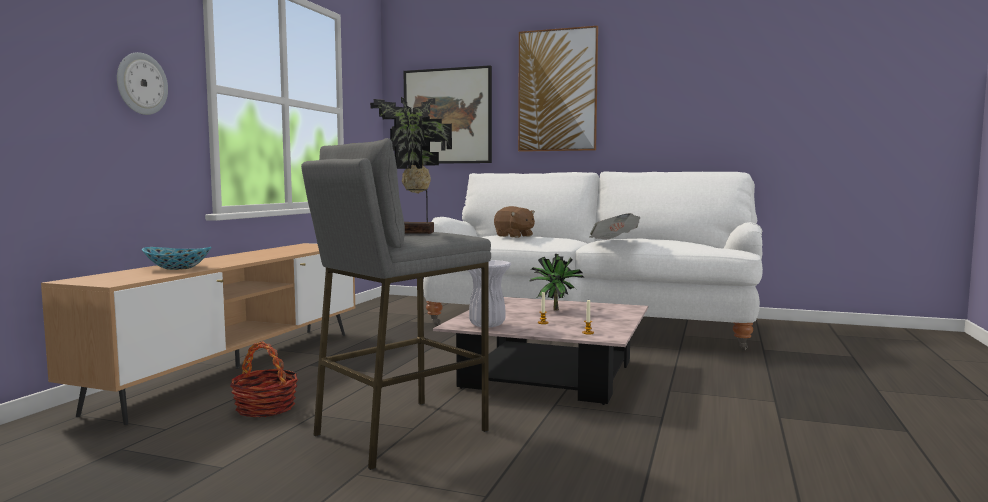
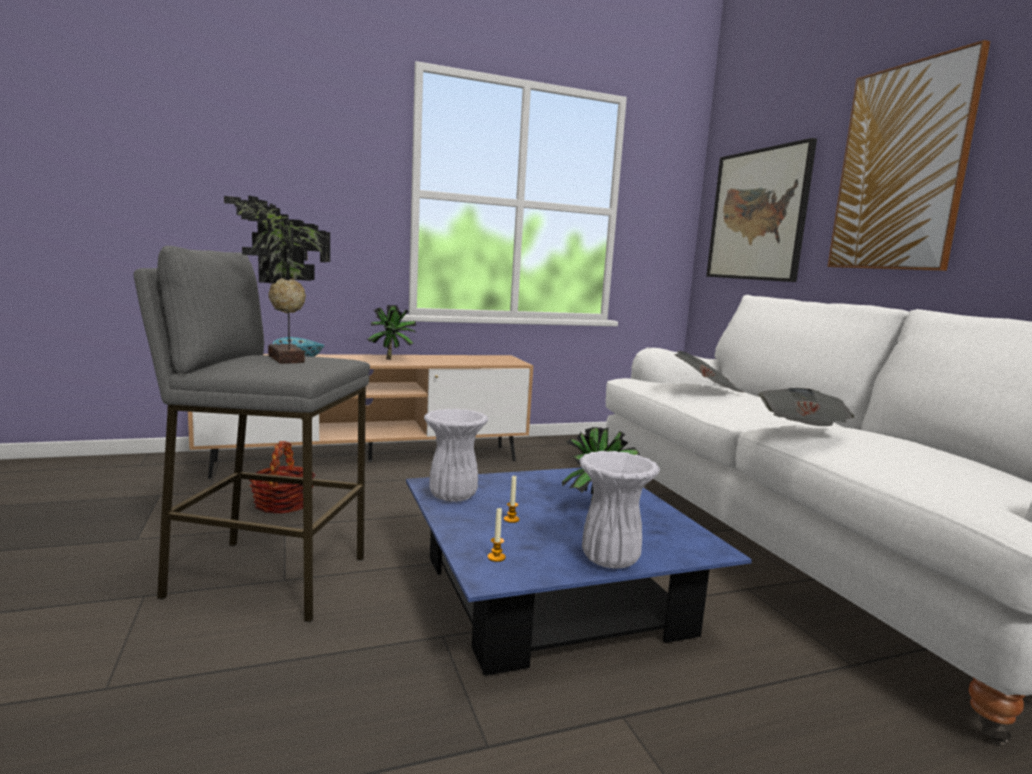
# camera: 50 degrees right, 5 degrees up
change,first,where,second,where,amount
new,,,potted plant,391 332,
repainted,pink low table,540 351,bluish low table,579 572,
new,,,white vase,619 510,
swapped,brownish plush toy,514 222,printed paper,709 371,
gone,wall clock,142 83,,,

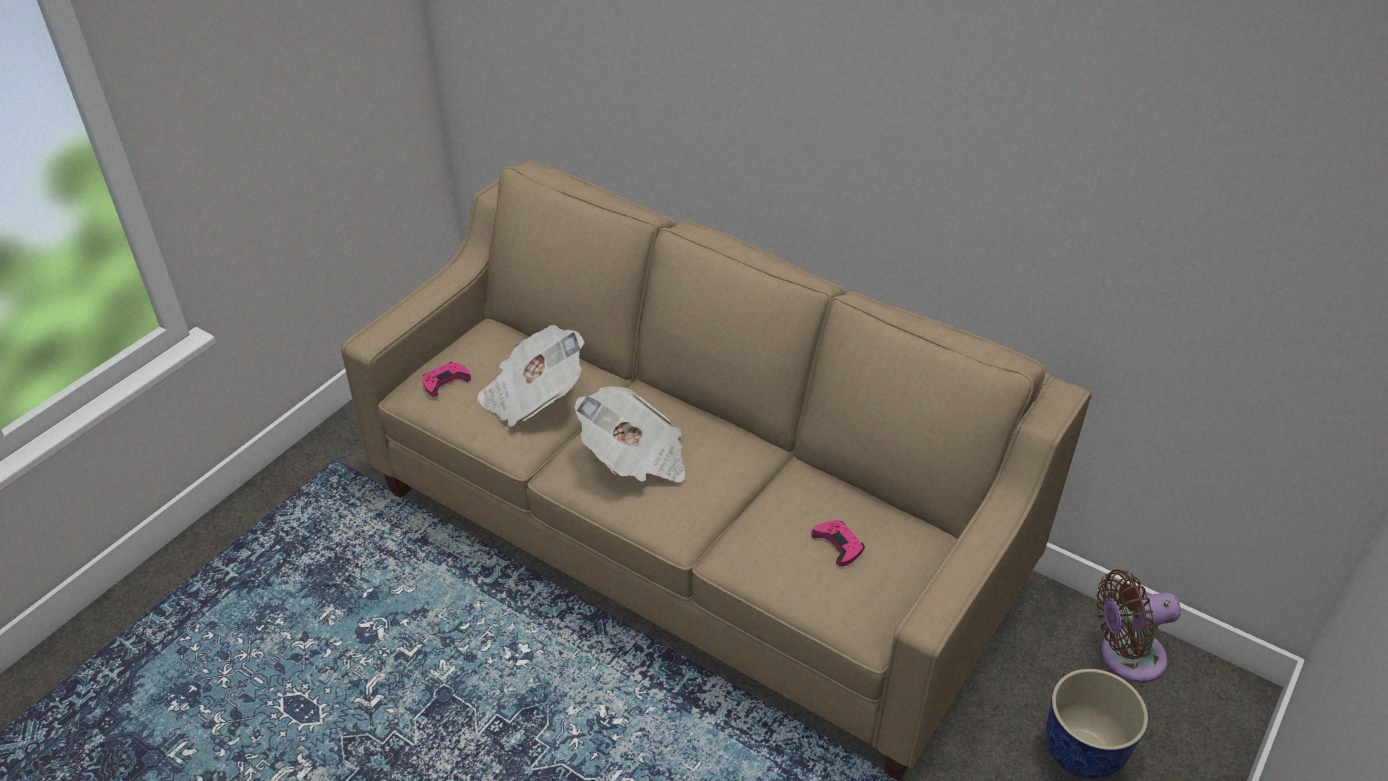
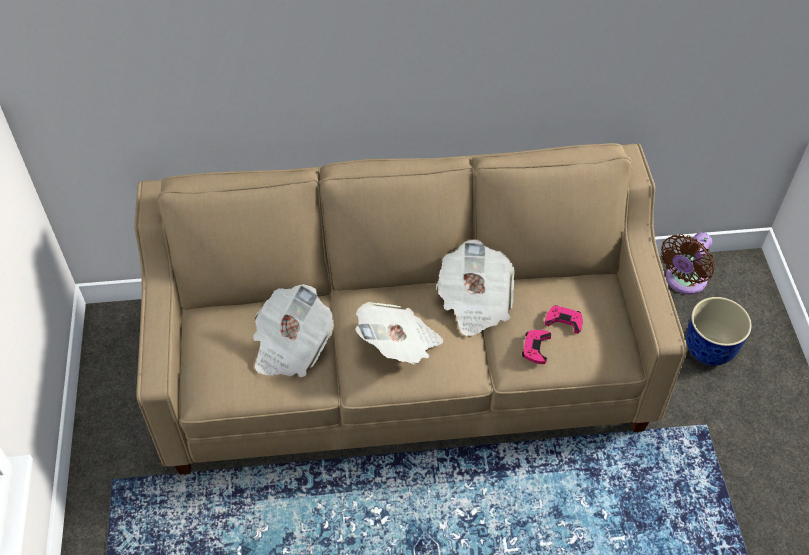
# camera: 40 degrees left, 10 degrees up
change,first,where,second,where,amount
new,,,printed paper,475 288,
shifted,pink gamepad,446 379,,536 347,

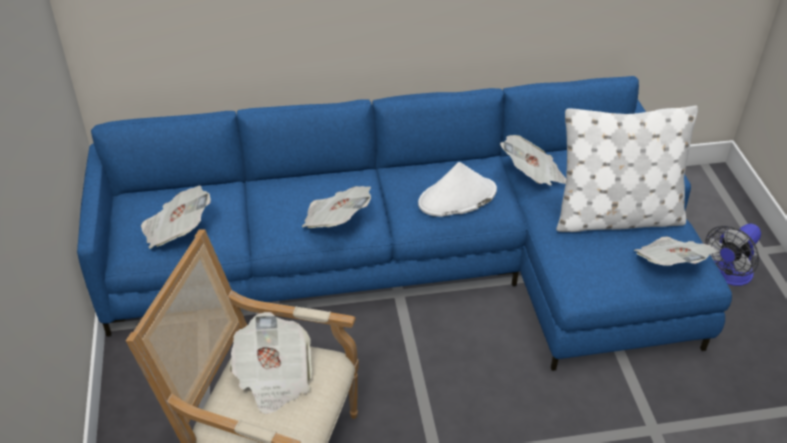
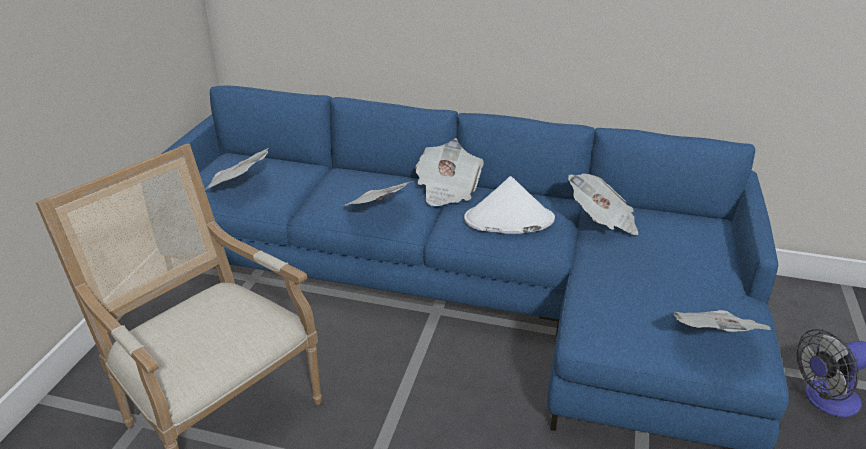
# camera: 25 degrees right, 10 degrees down
change,first,where,second,where,amount
shifted,printed paper,270 363,,449 172,
gone,white pillow,627 169,,,

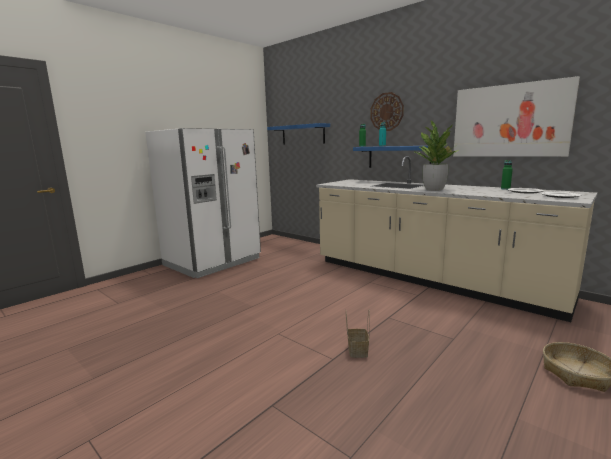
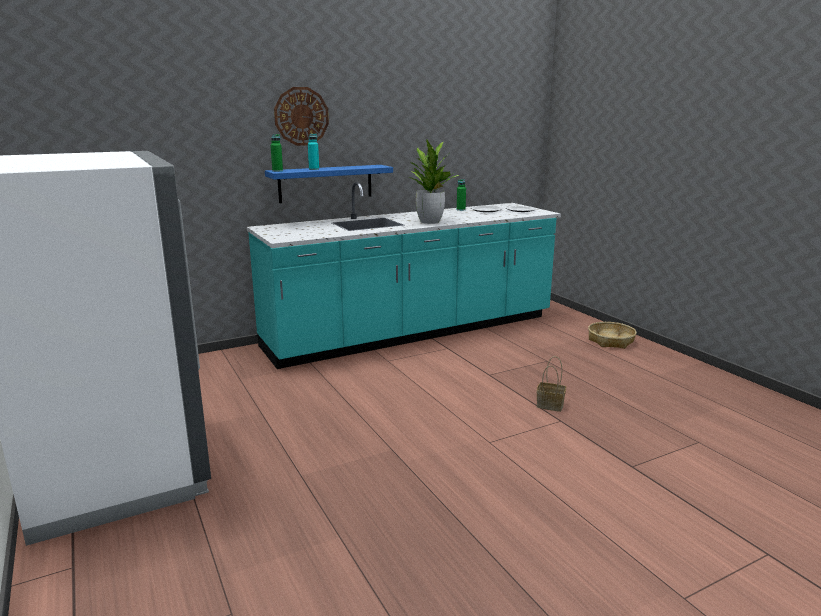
# camera: 70 degrees left, 5 degrees up
change,first,where,second,where,amount
repainted,sand-coloured kitchen base unit,456 239,turquoise kitchen base unit,404 275,
gone,bluish shelf,298 134,,,
gone,wall picture,516 116,,,

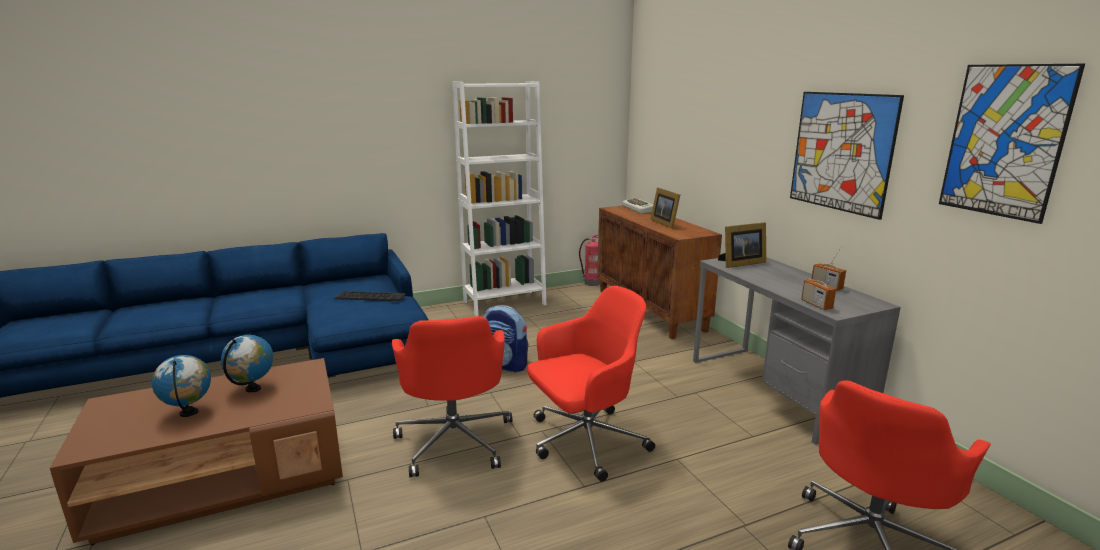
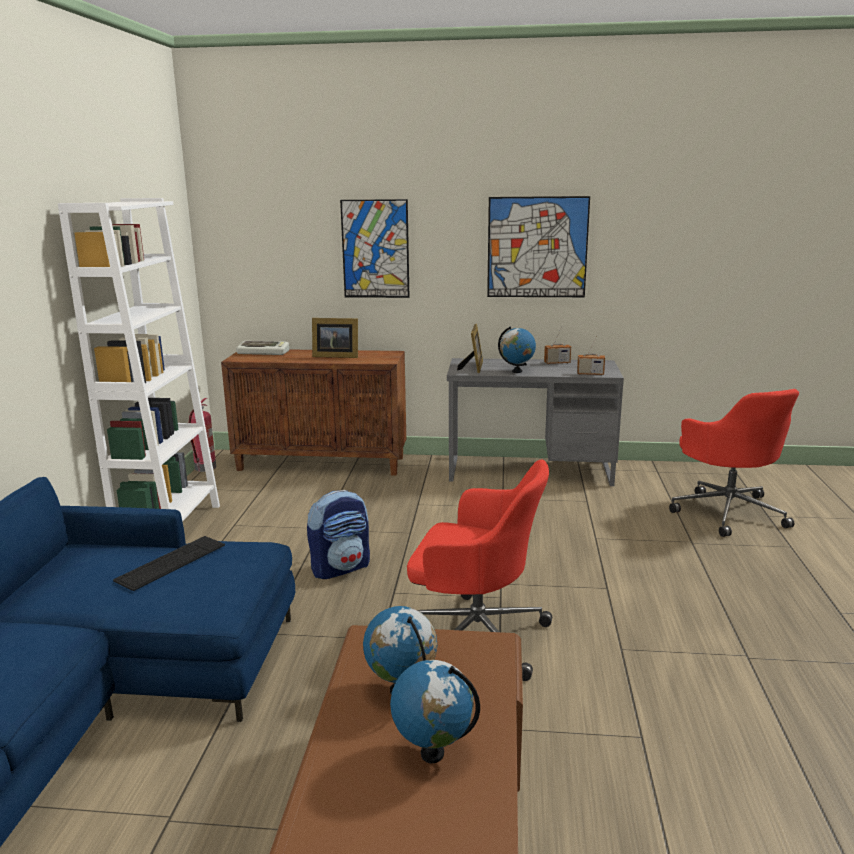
# camera: 60 degrees left, 0 degrees up
change,first,where,second,where,amount
shifted,wall picture,1012 144,,374 248,
new,,,globe,517 349,
gone,red-coloured desk chair,591 384,,,

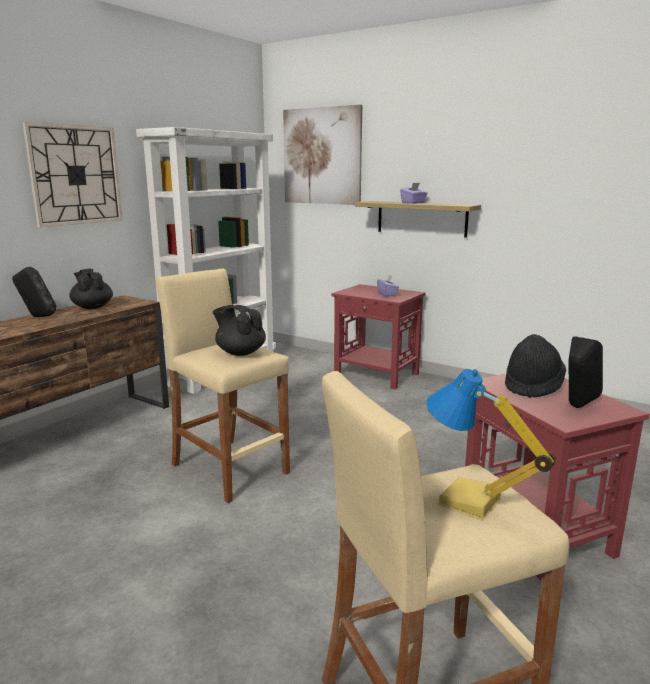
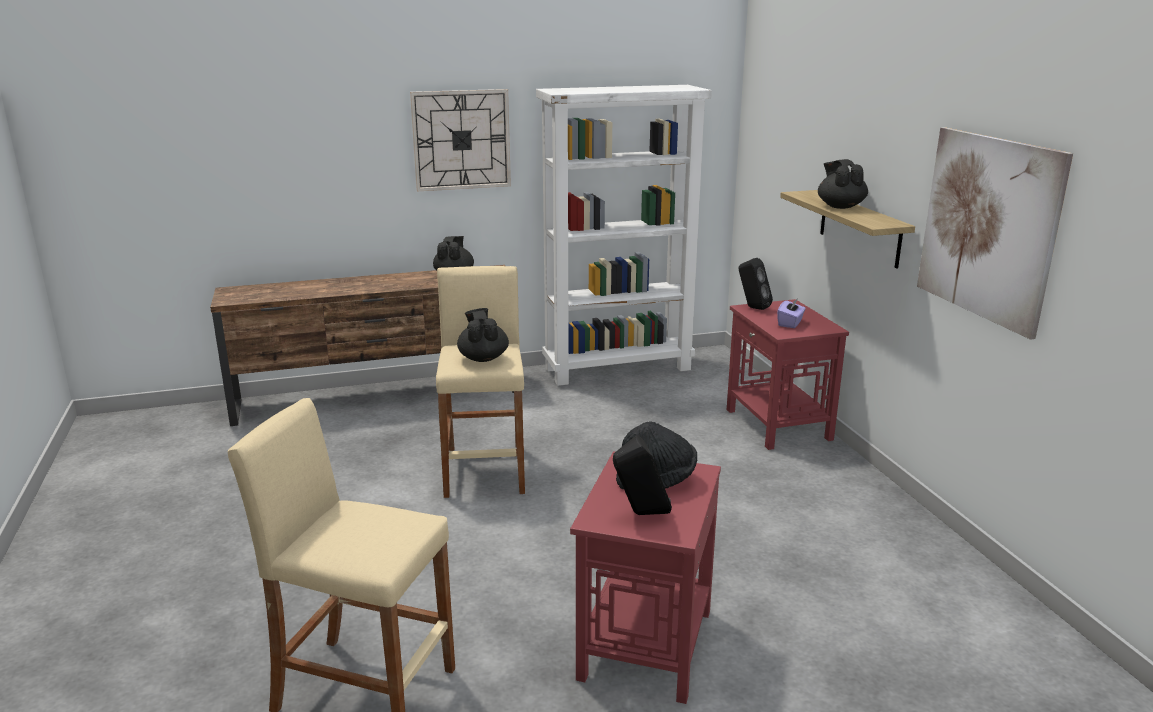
# camera: 40 degrees right, 5 degrees up
change,first,where,second,where,amount
shifted,blackish audio speaker,34 292,,756 284,
swapped,purple-coloured tissue holder,413 193,blackish teapot,843 184,
shifted,wall picture,322 155,,995 233,
gone,table lamp,491 445,,,

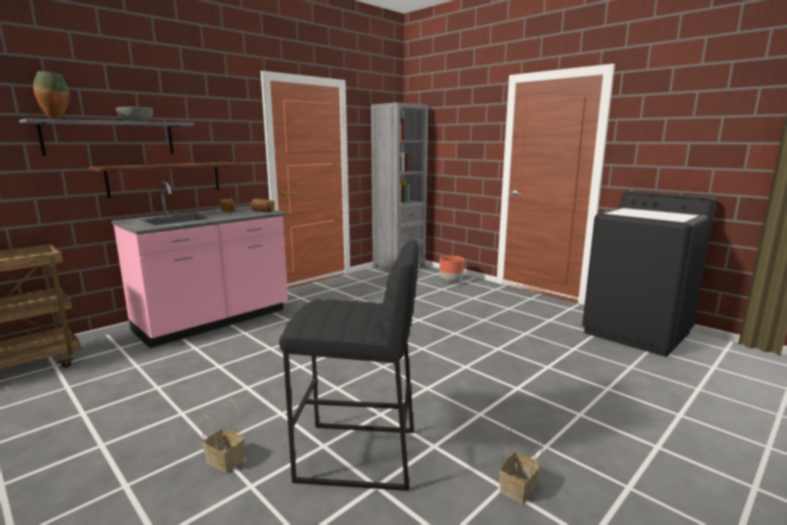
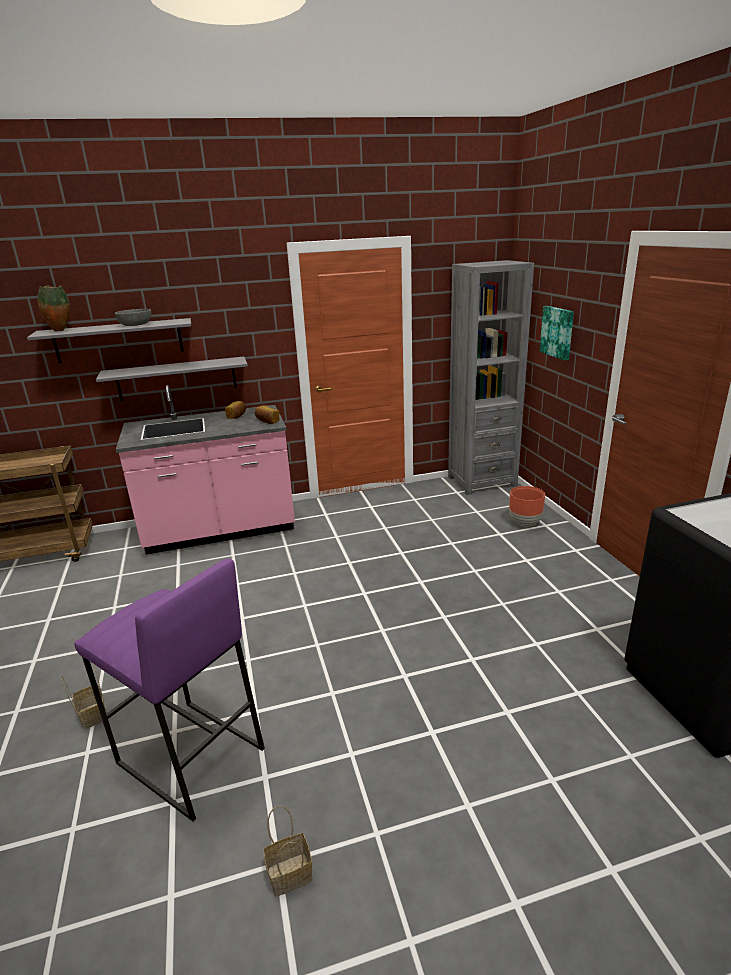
# camera: 30 degrees right, 10 degrees up
change,first,where,second,where,amount
repainted,blackish sitting stool,349 365,purple-coloured sitting stool,170 690,
repainted,brownish shelf,164 180,greyish shelf,172 379,
new,,,wall picture,556 333,

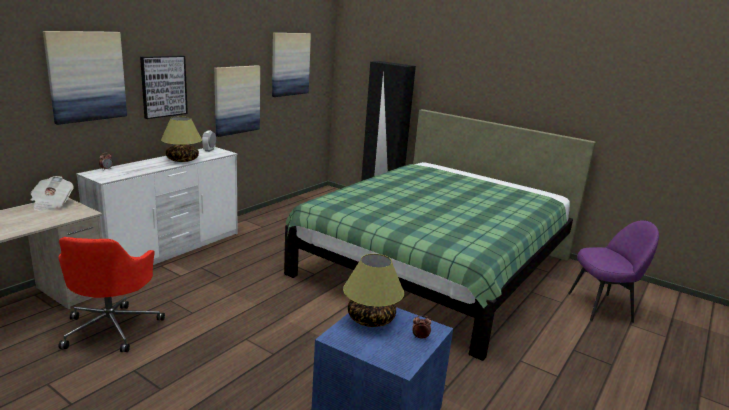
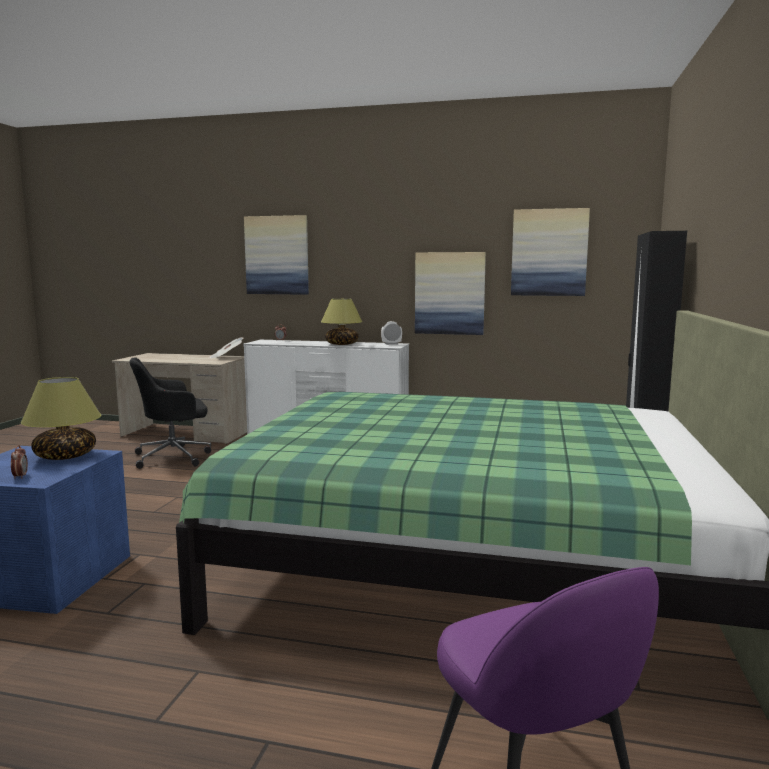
# camera: 70 degrees right, 10 degrees down
change,first,where,second,where,amount
repainted,red-coloured desk chair,111 294,blackish desk chair,170 413,
gone,wall picture,164 87,,,

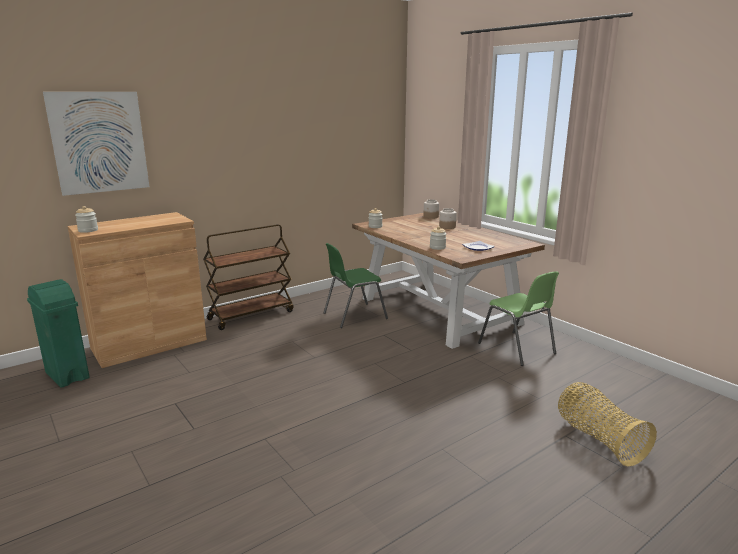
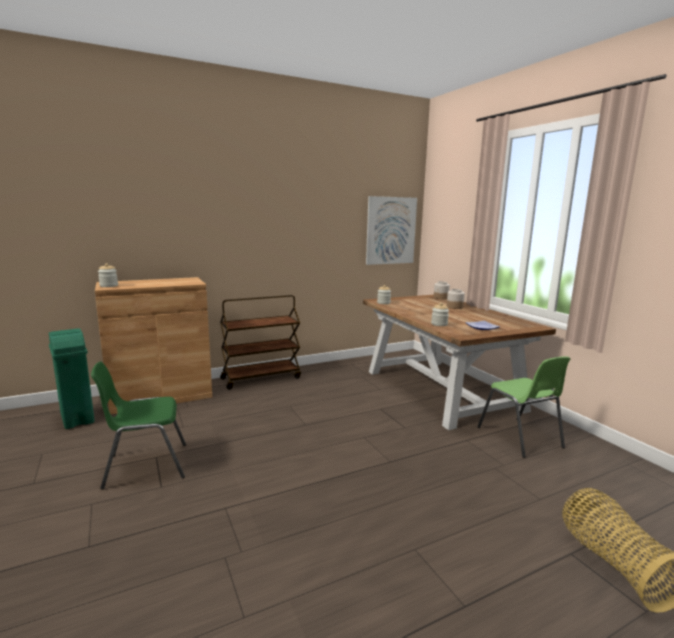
# camera: 10 degrees right, 5 degrees down
change,first,where,second,where,amount
shifted,green upright chair,356 285,,138 425,
shifted,wall picture,96 144,,391 230,

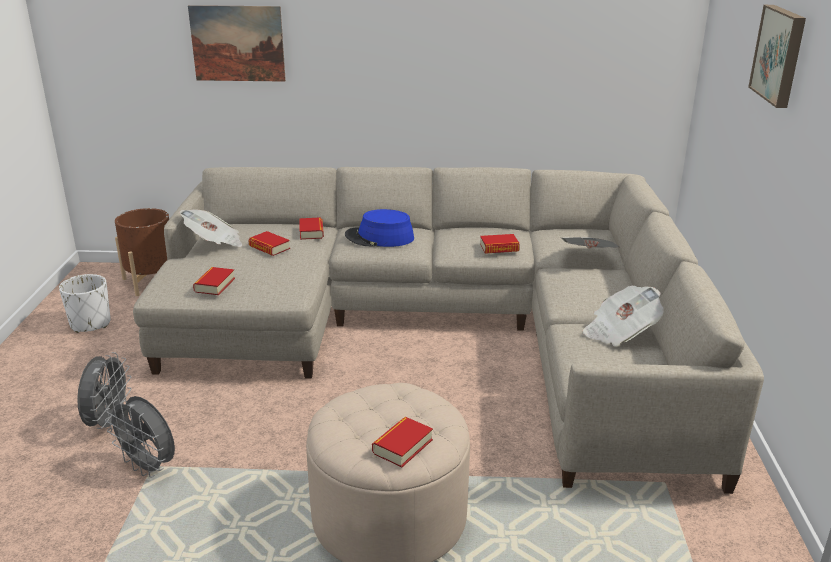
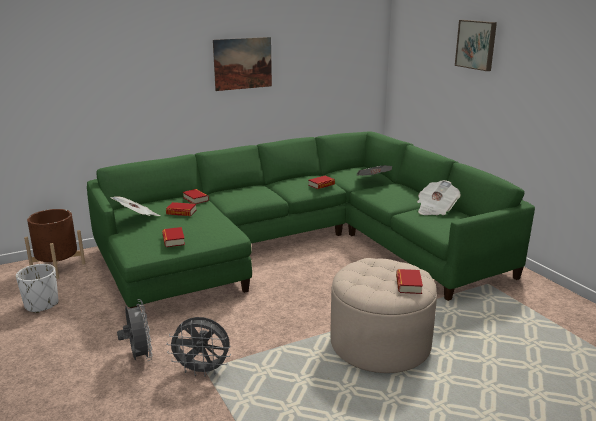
# camera: 30 degrees left, 5 degrees down
change,first,where,second,where,amount
repainted,sand-coloured settee,448 330,green settee,311 219,
shifted,wall picture,237 43,,242 64,
gone,bluish hat,379 228,,,

